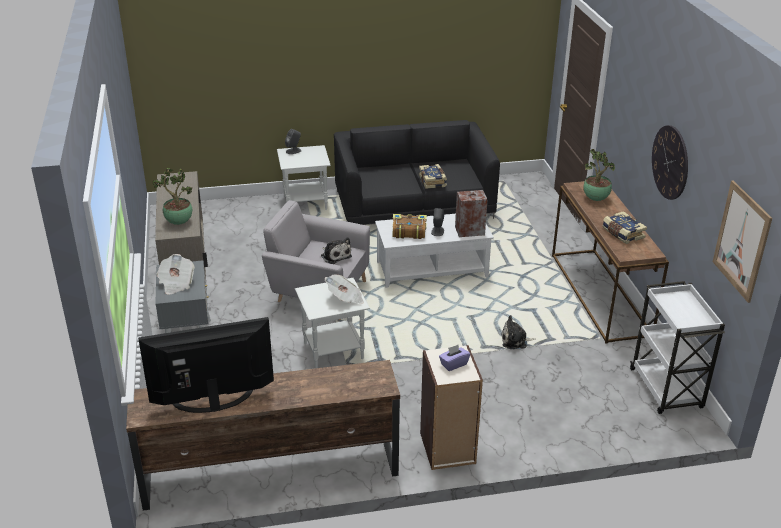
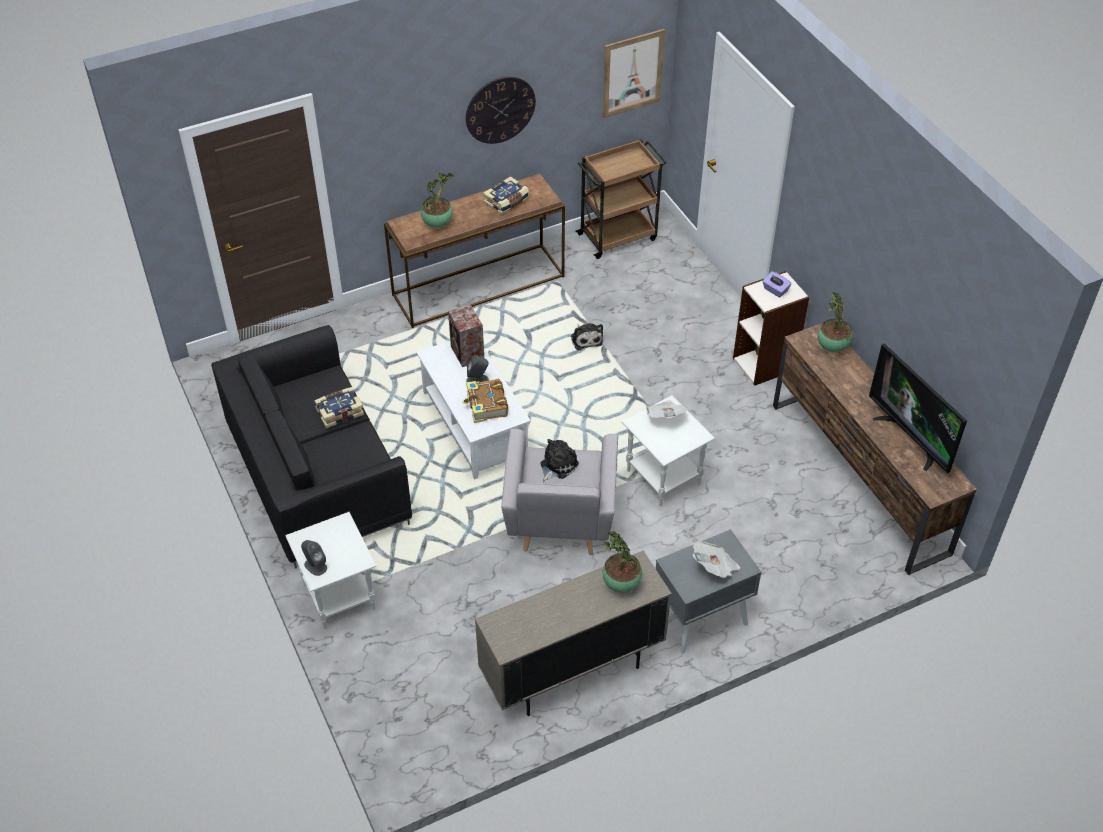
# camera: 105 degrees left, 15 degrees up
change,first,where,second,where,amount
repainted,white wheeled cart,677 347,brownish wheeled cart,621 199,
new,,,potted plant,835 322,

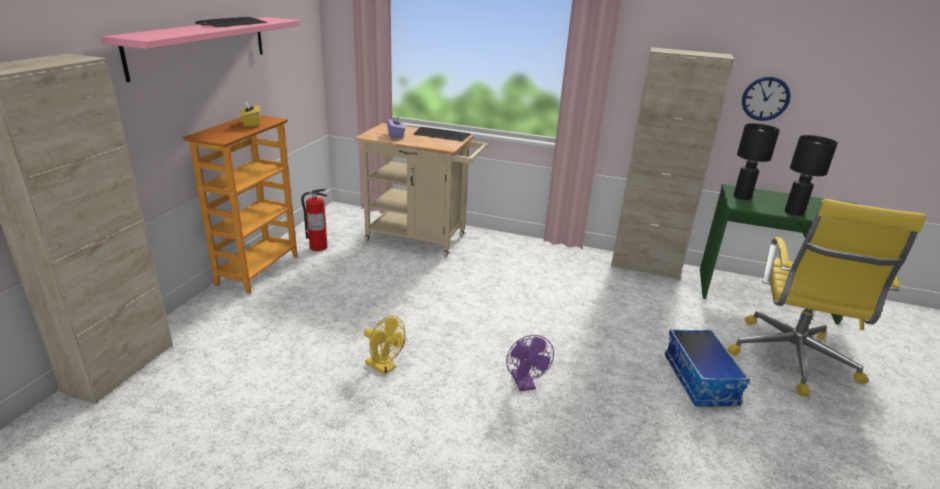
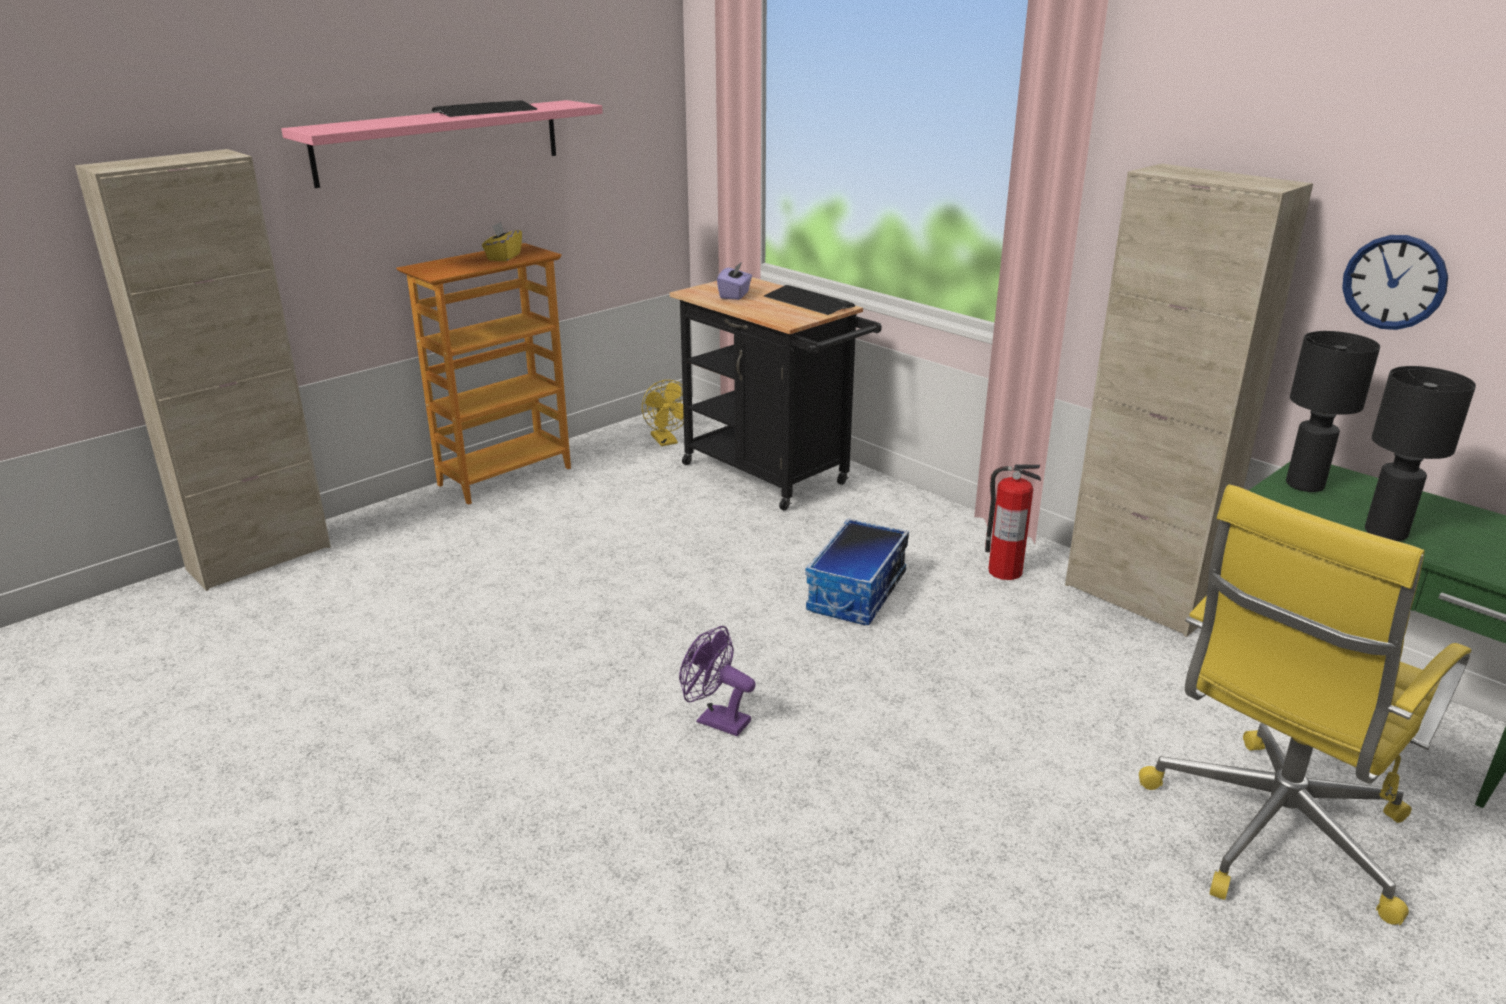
# camera: 30 degrees right, 0 degrees up
change,first,where,second,where,amount
shifted,yellow electric fan,385 345,,663 413,
repainted,sand-coloured wheeled cart,421 190,blackish wheeled cart,775 394,
rotated,purple-coloured electric fan,530 363,,717 681,105 degrees clockwise
shifted,storage bin,707 367,,857 571,
shifted,extinguisher,314 220,,1013 522,

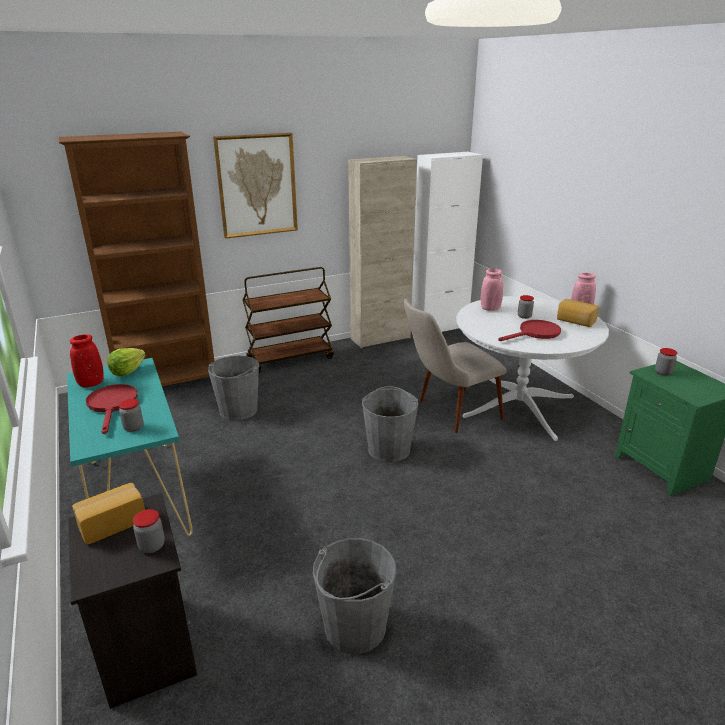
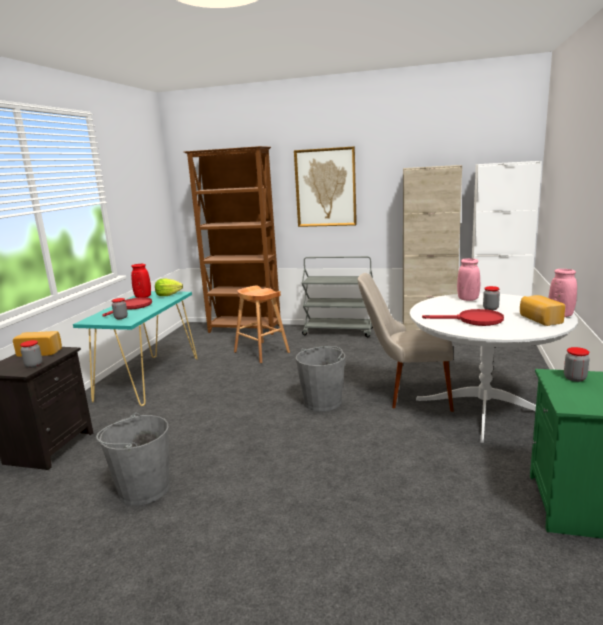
# camera: 40 degrees right, 10 degrees down
change,first,where,second,where,amount
swapped,greyish water bucket,233 388,brownish sitting stool,262 324,
repainted,brownish wheeled cart,288 320,greyish wheeled cart,337 296,

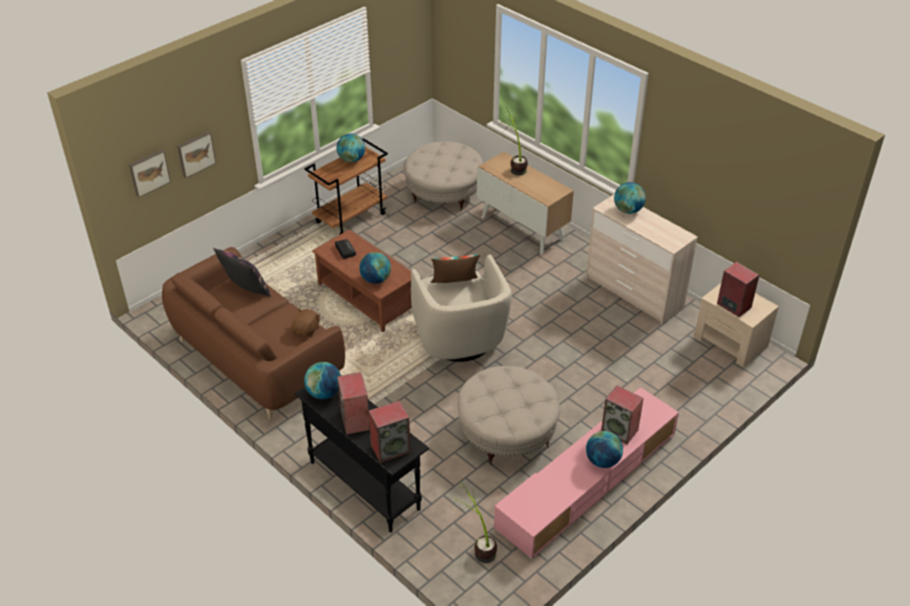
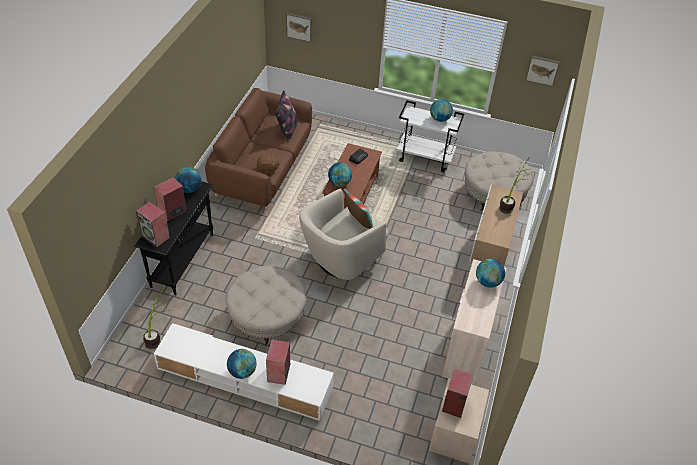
# camera: 60 degrees right, 5 degrees up
change,first,where,second,where,amount
repainted,pink tv unit,586 473,white tv unit,244 372,
repainted,brownish wheeled cart,346 186,white wheeled cart,430 137,
shifted,wall picture,196 154,,543 70,

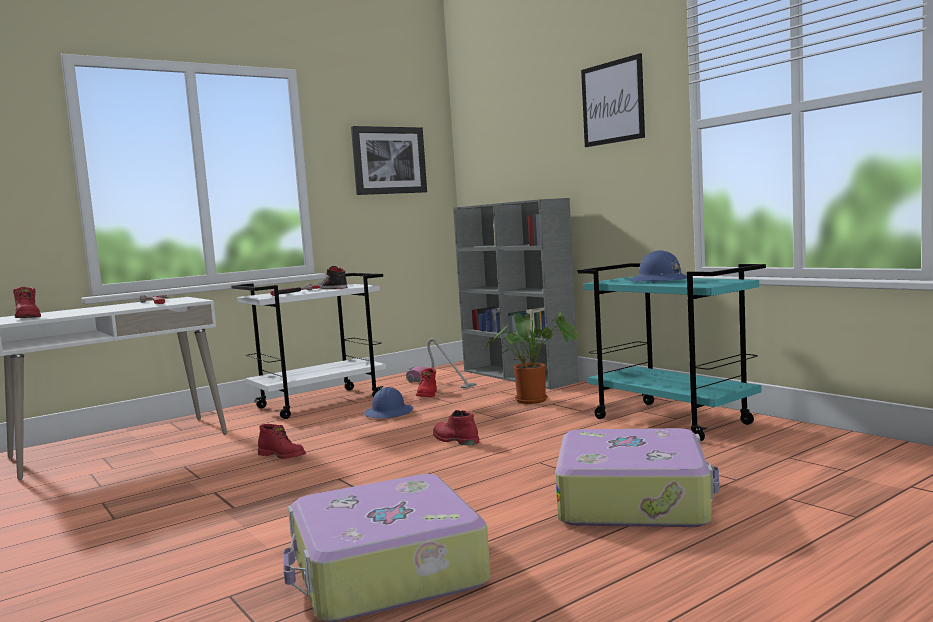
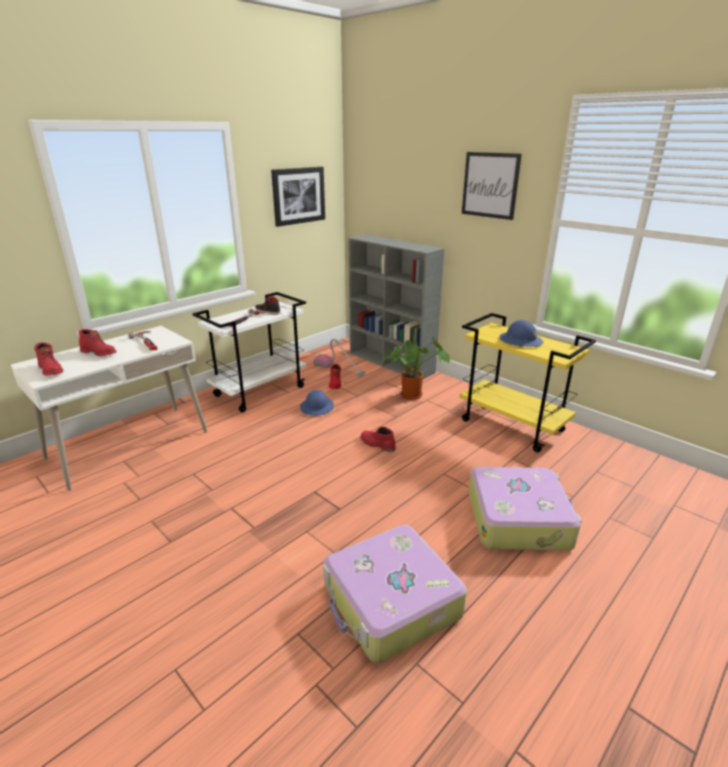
# camera: 10 degrees left, 20 degrees up
change,first,where,second,where,amount
shifted,red-coloured high-top boot,282 441,,98 342,
repainted,turquoise wheeled cart,671 352,yellow wheeled cart,527 382,

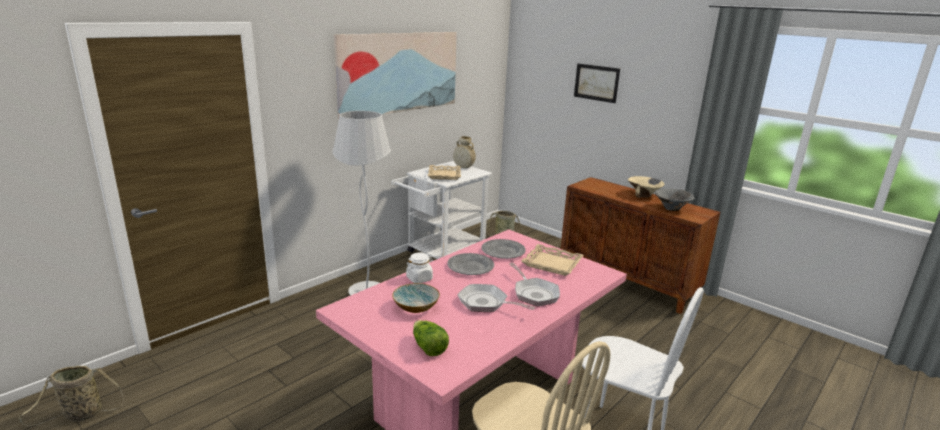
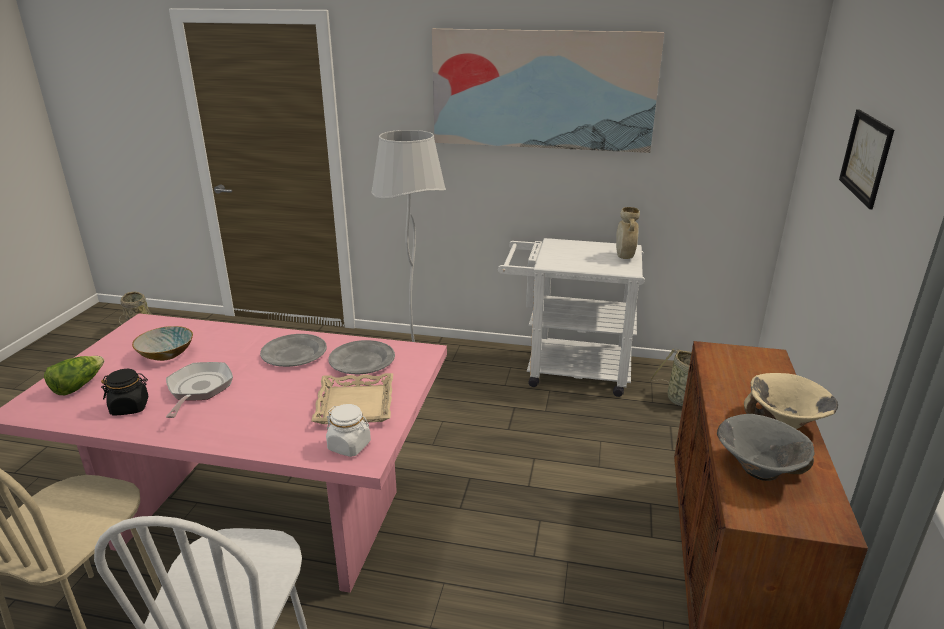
# camera: 60 degrees right, 5 degrees up
change,first,where,second,where,amount
new,,,blackish preserve jar,125 392,
shifted,white preserve jar,419 268,,348 430,
gone,sand-coloured carrying tray,444 172,,,
gone,frying pan,534 284,,,

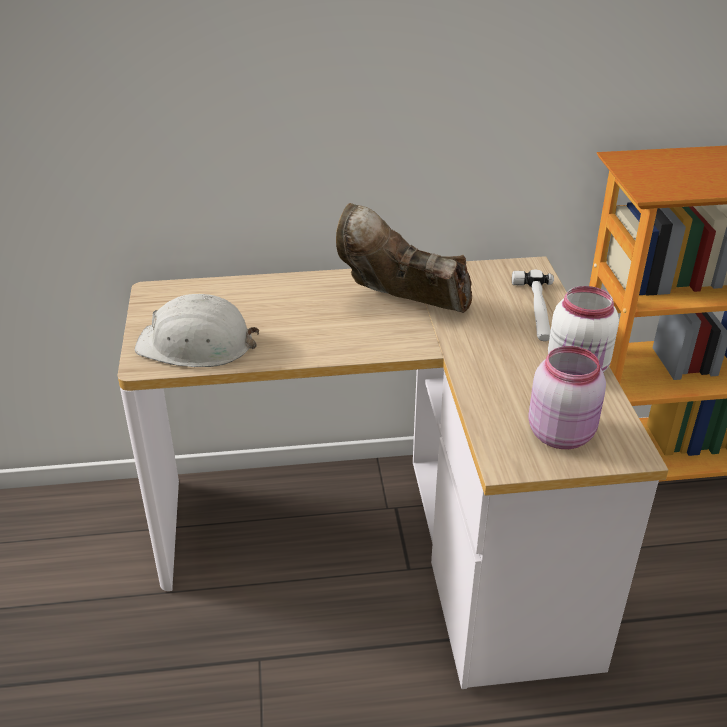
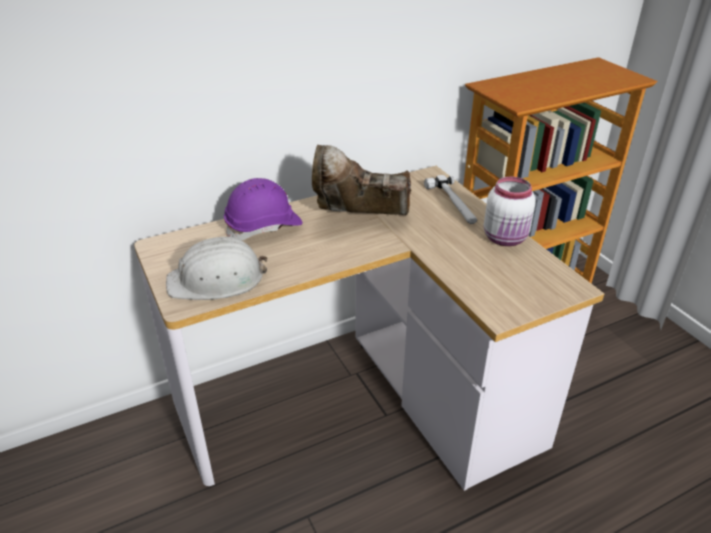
# camera: 20 degrees left, 0 degrees up
change,first,where,second,where,amount
new,,,purple-coloured safety helmet,263 209,
gone,pink preserve jar,567 397,,,

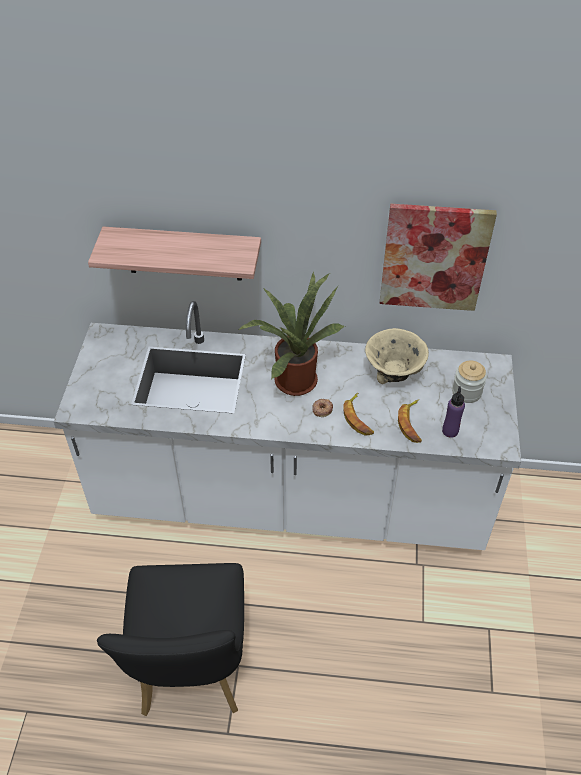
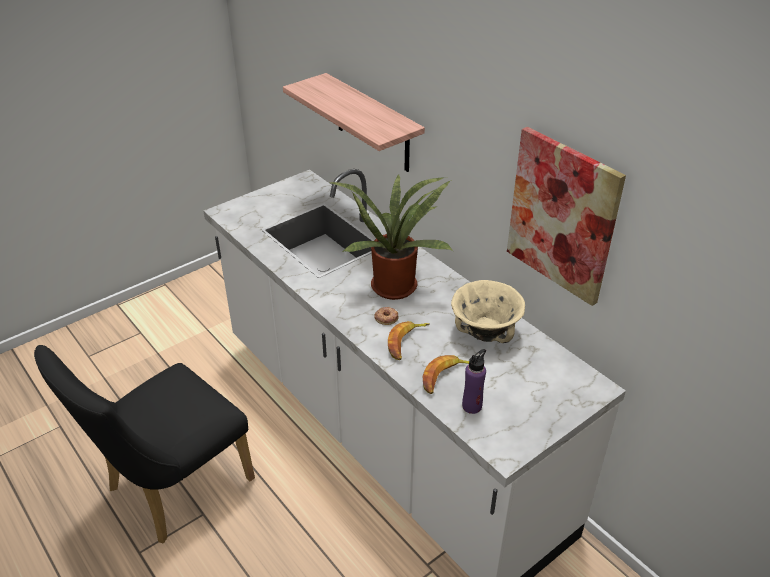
# camera: 45 degrees right, 10 degrees down
change,first,where,second,where,amount
gone,preserve jar,469 382,,,

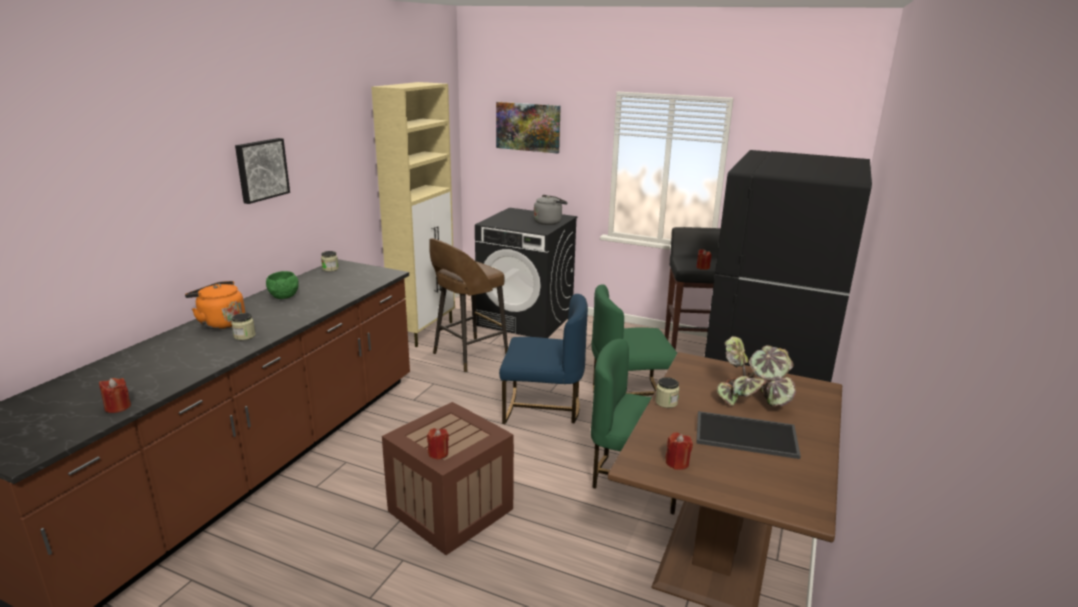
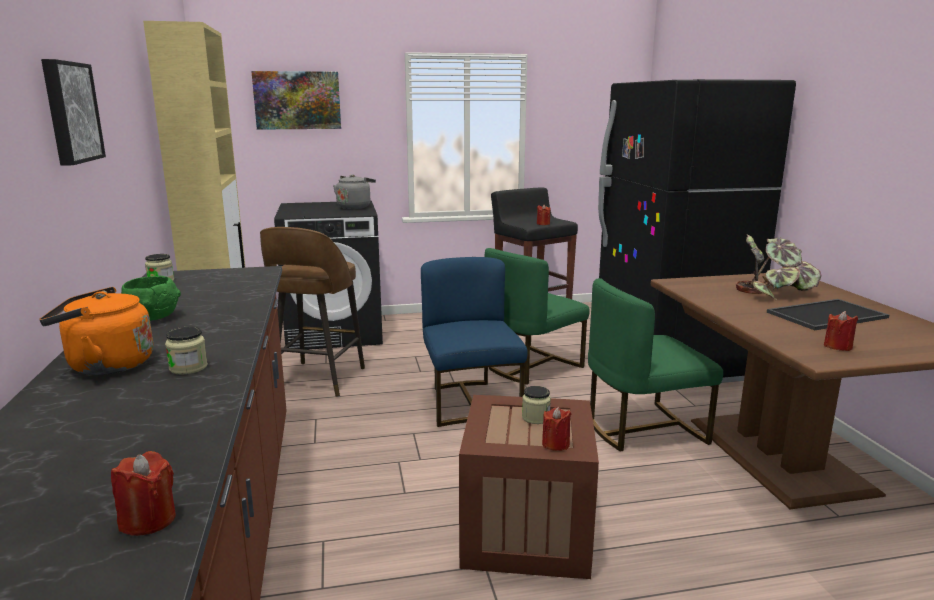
# camera: 35 degrees left, 5 degrees down
change,first,where,second,where,amount
rotated,bluish upright chair,543 359,,474 342,75 degrees counterclockwise
shifted,preserve jar,667 392,,536 405,

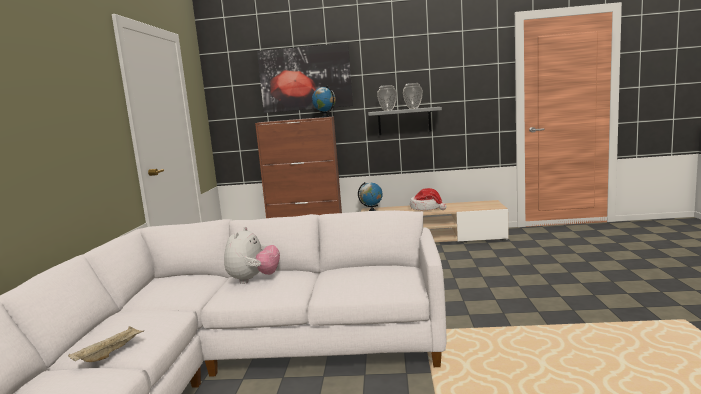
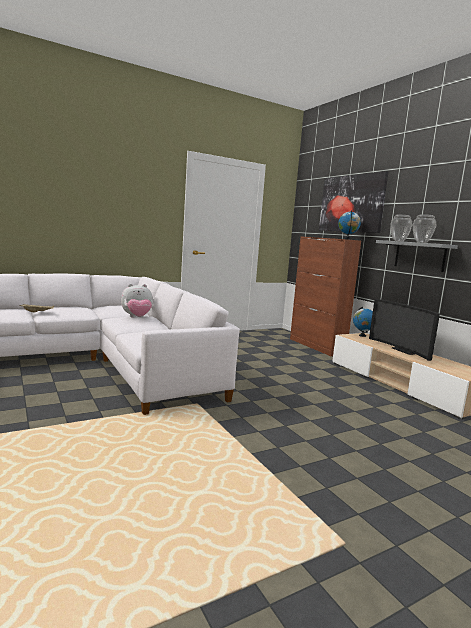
# camera: 55 degrees right, 0 degrees up
change,first,where,second,where,amount
swapped,hat,428 199,television,404 330,

